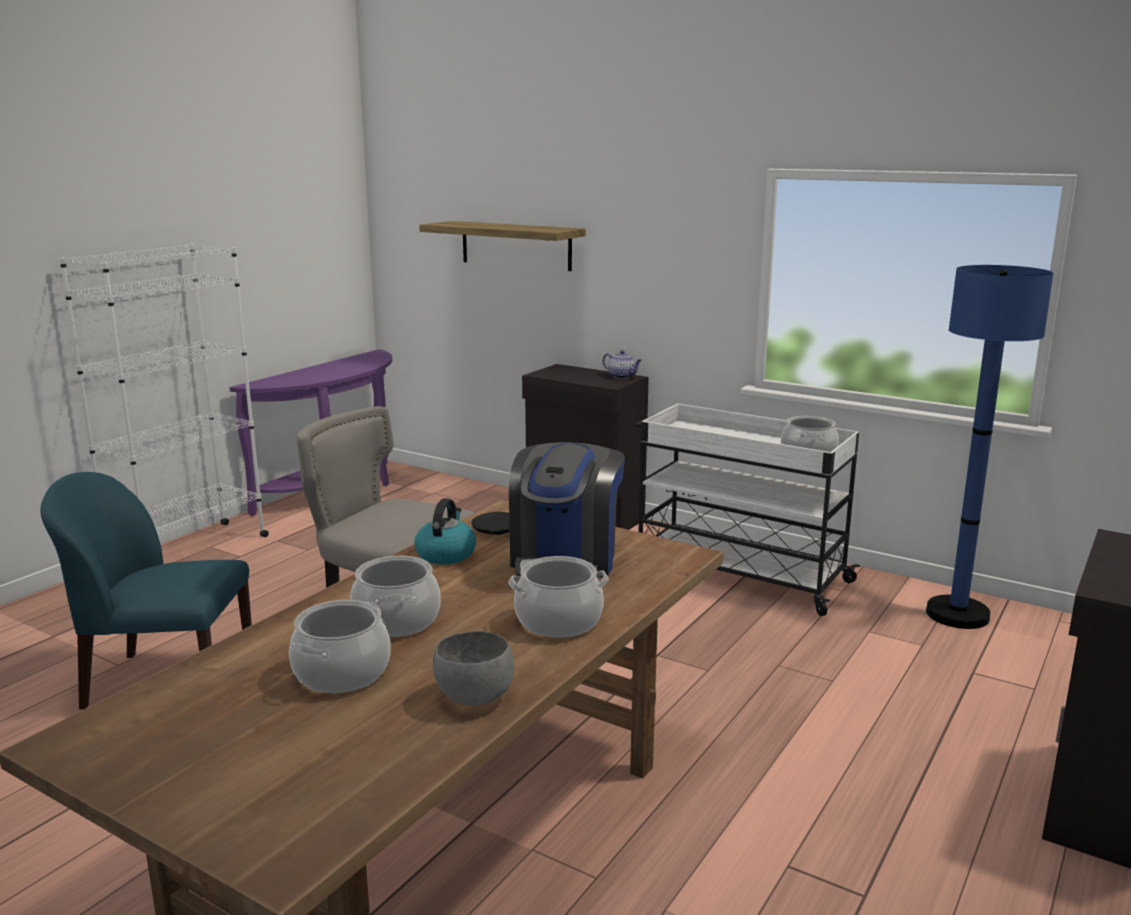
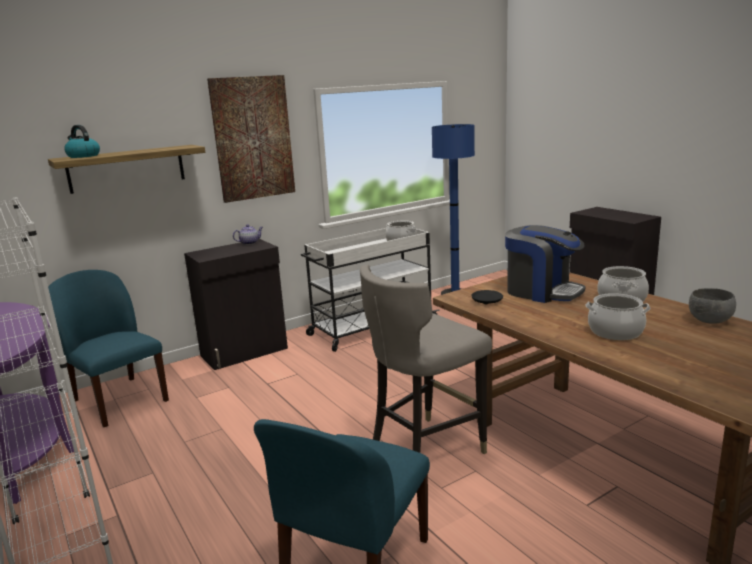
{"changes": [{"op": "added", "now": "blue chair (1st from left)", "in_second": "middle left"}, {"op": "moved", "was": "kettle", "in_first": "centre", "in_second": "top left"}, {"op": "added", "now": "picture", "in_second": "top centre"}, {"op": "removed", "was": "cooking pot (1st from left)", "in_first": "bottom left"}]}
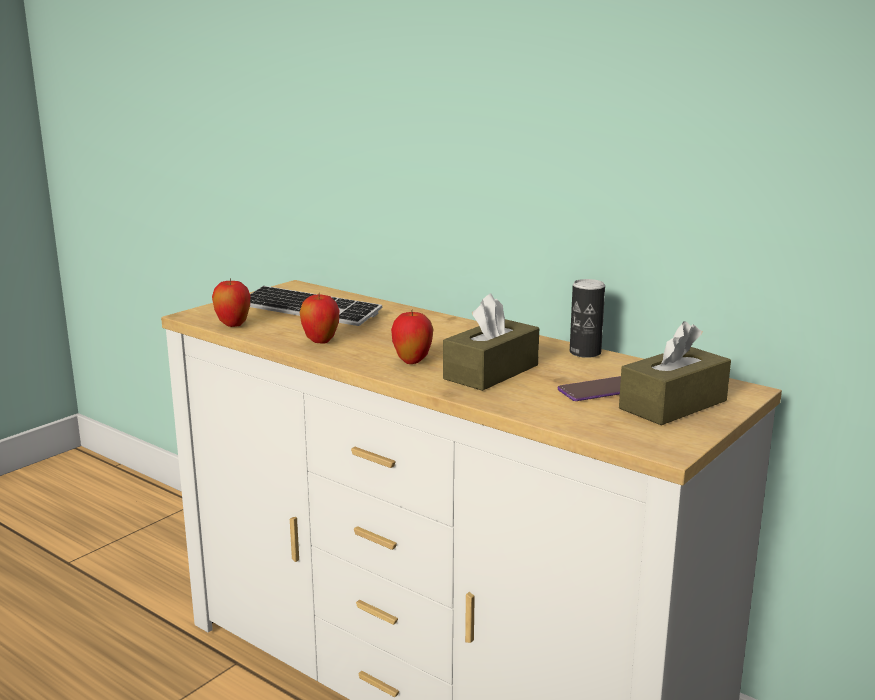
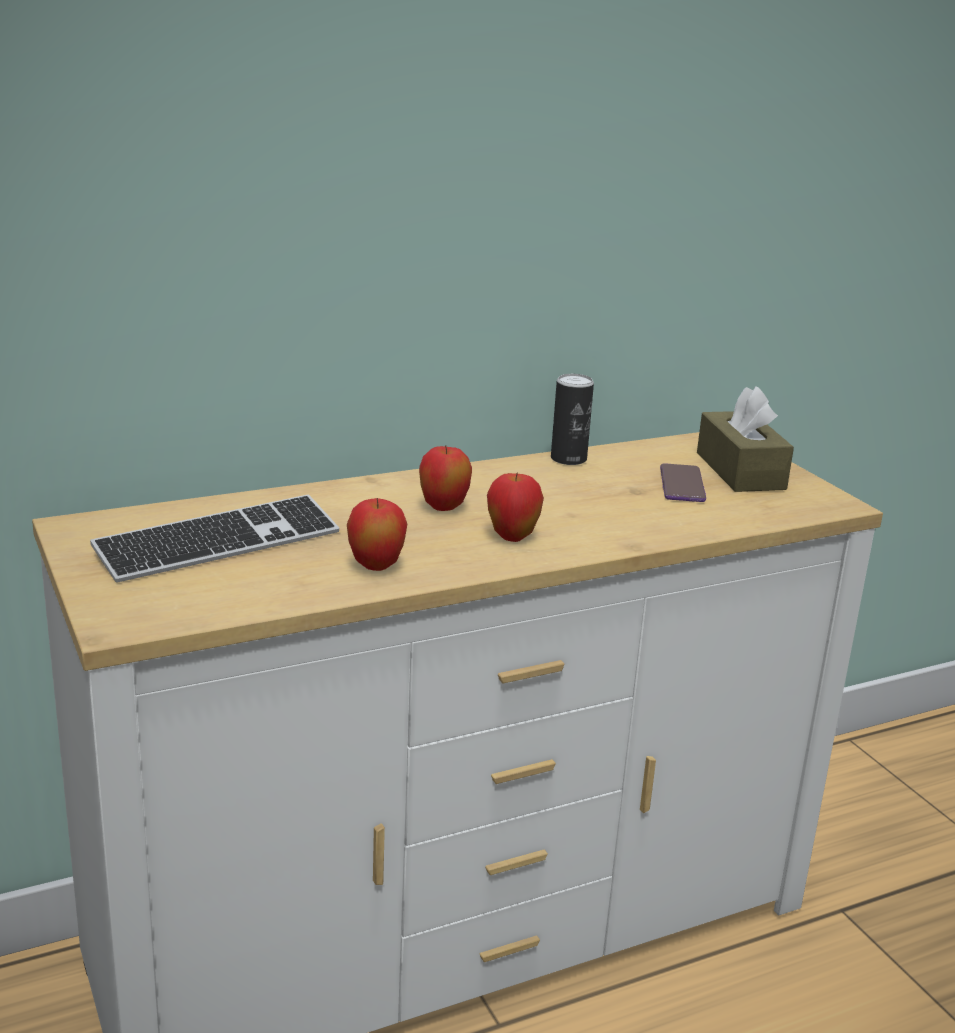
{"changes": [{"op": "moved", "was": "apple (1st from left in the first image)", "now": "apple (2nd from left)", "in_first": "middle left", "in_second": "centre"}, {"op": "removed", "was": "brown tissue box (1st from left)", "in_first": "centre"}]}
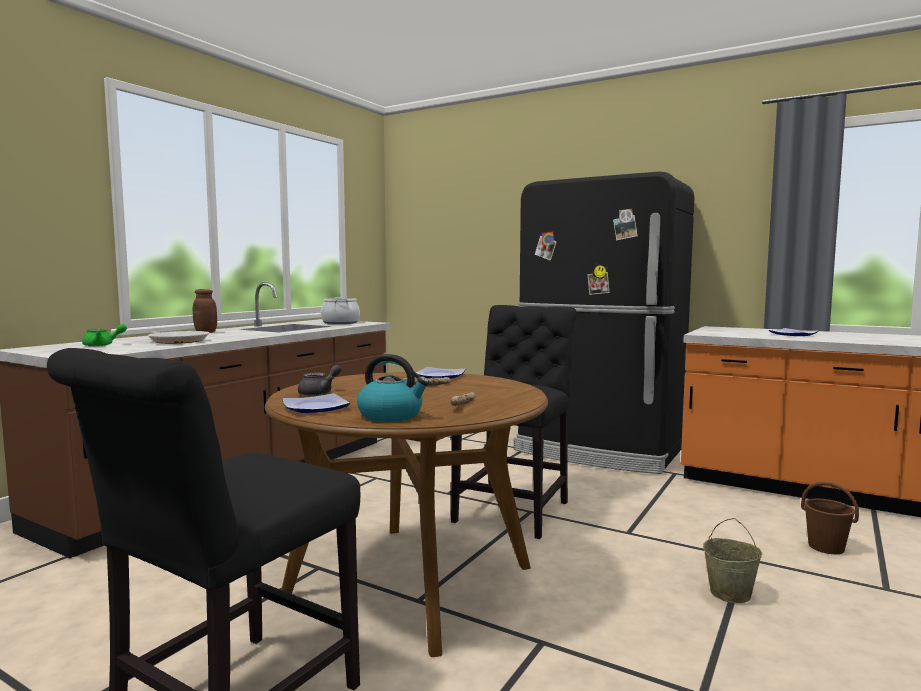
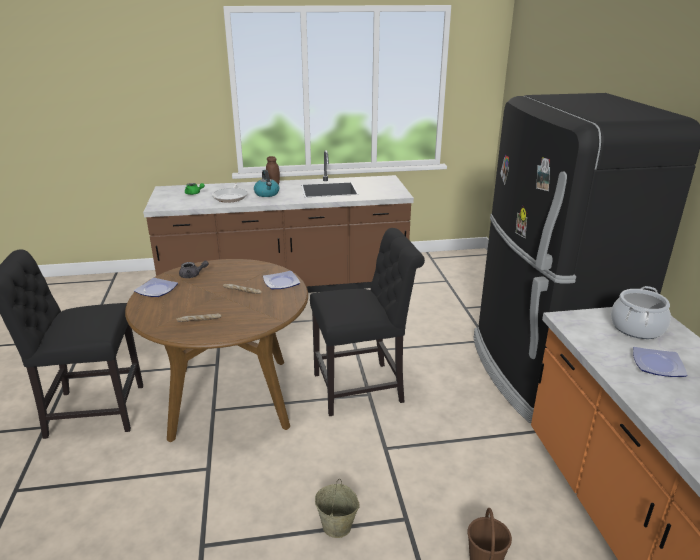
{"changes": [{"op": "moved", "was": "kettle", "in_first": "centre", "in_second": "top centre"}, {"op": "moved", "was": "cooking pot", "in_first": "centre", "in_second": "middle right"}]}
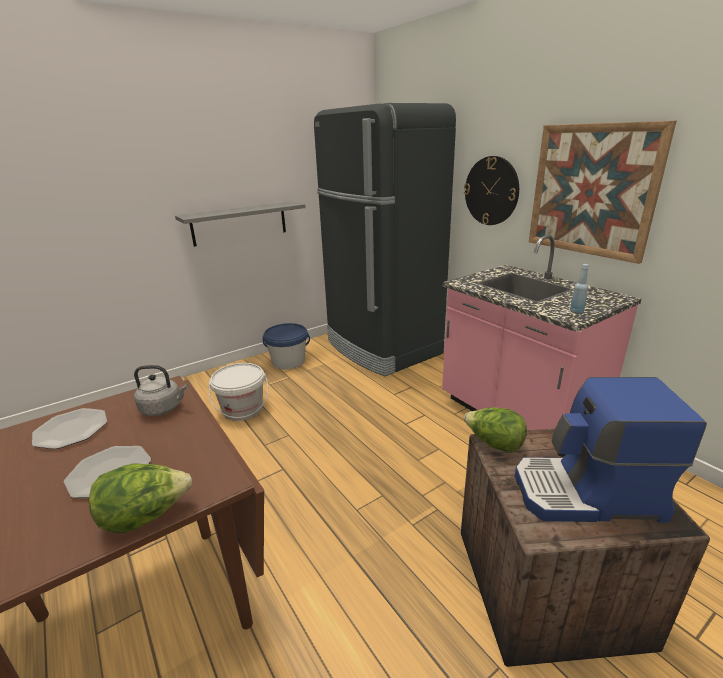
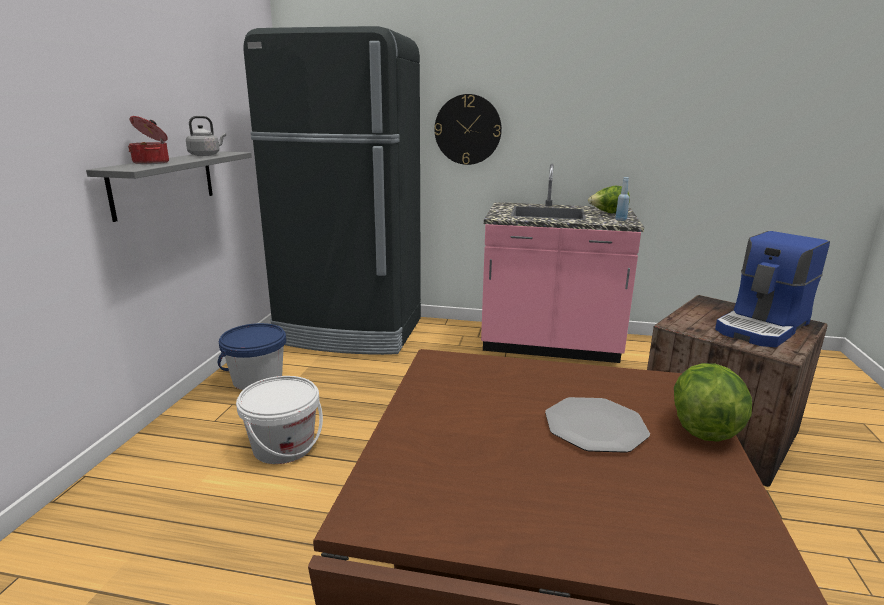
{"changes": [{"op": "added", "now": "cooking pot", "in_second": "top left"}, {"op": "moved", "was": "grey kettle", "in_first": "middle left", "in_second": "top left"}, {"op": "moved", "was": "lettuce (2nd from left in the first image)", "now": "lettuce (1st from left)", "in_first": "middle right", "in_second": "top right"}, {"op": "removed", "was": "plate (1st from left)", "in_first": "middle left"}, {"op": "removed", "was": "picture", "in_first": "top right"}]}
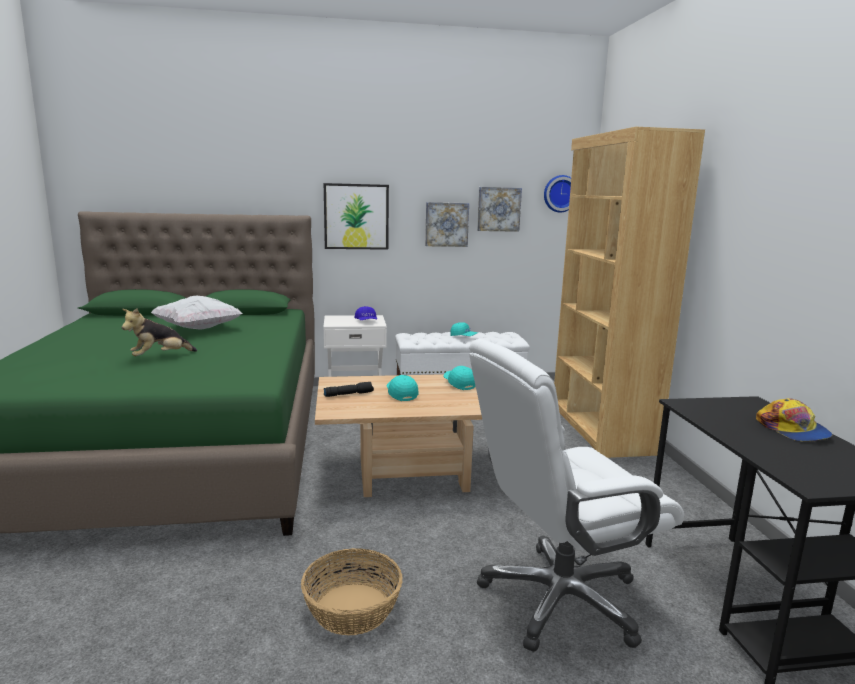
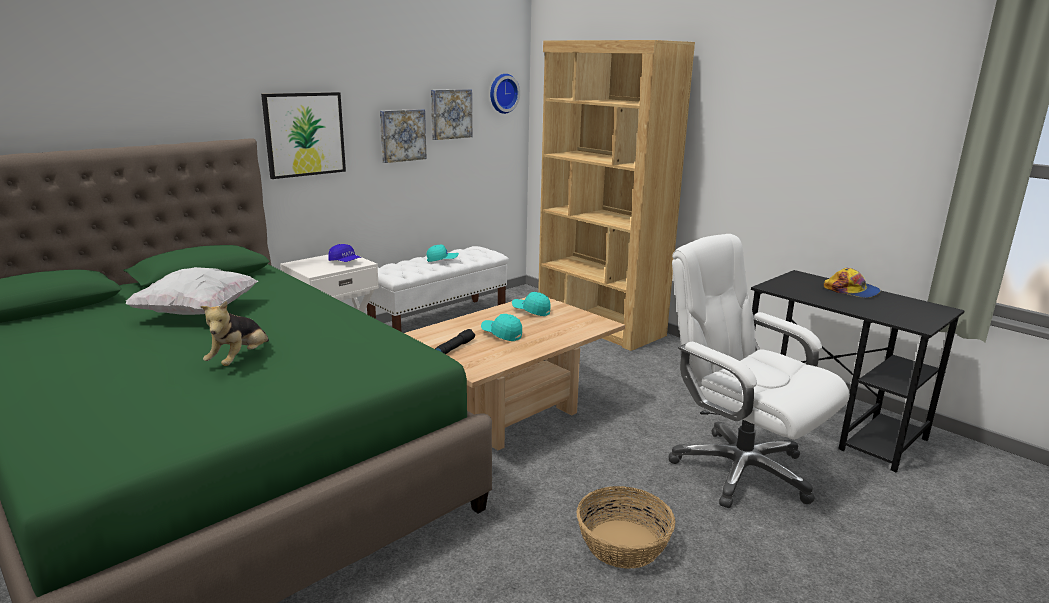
{"changes": [{"op": "turned", "was": "white office chair", "in_first": "bottom right", "in_second": "middle right", "clockwise": 105}]}
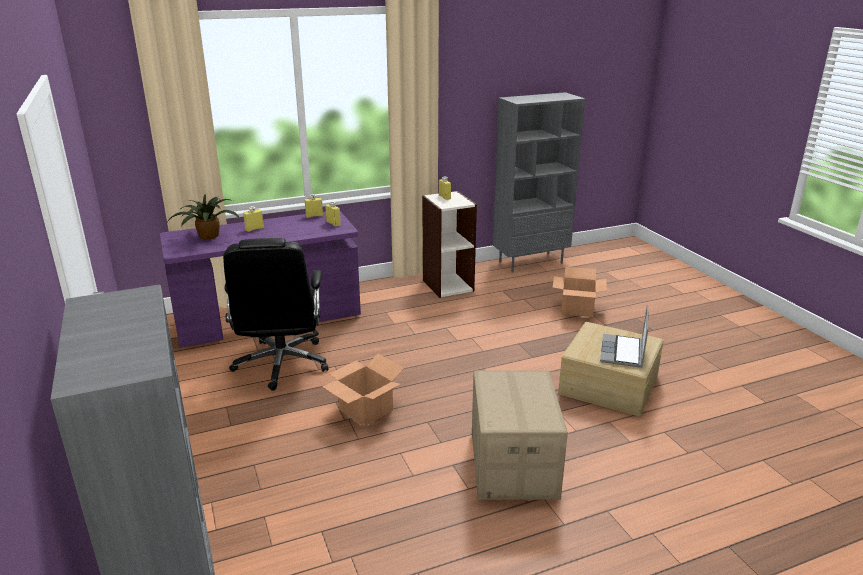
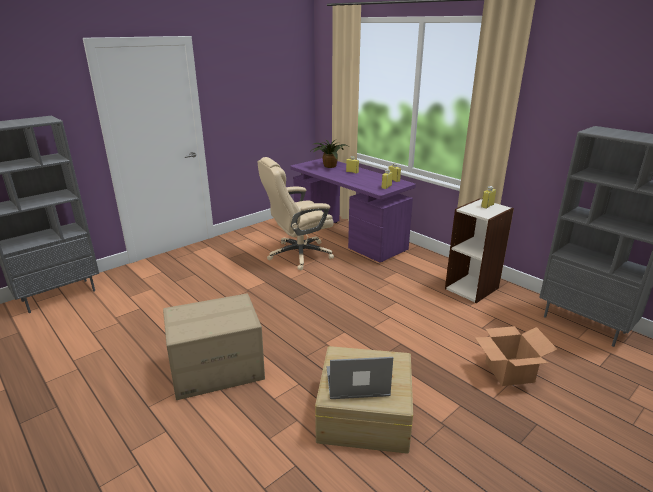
{"changes": [{"op": "recoloured", "was": "black office chair", "now": "beige office chair", "in_first": "middle left", "in_second": "centre"}, {"op": "removed", "was": "cardboard box (1st from left)", "in_first": "bottom centre"}]}
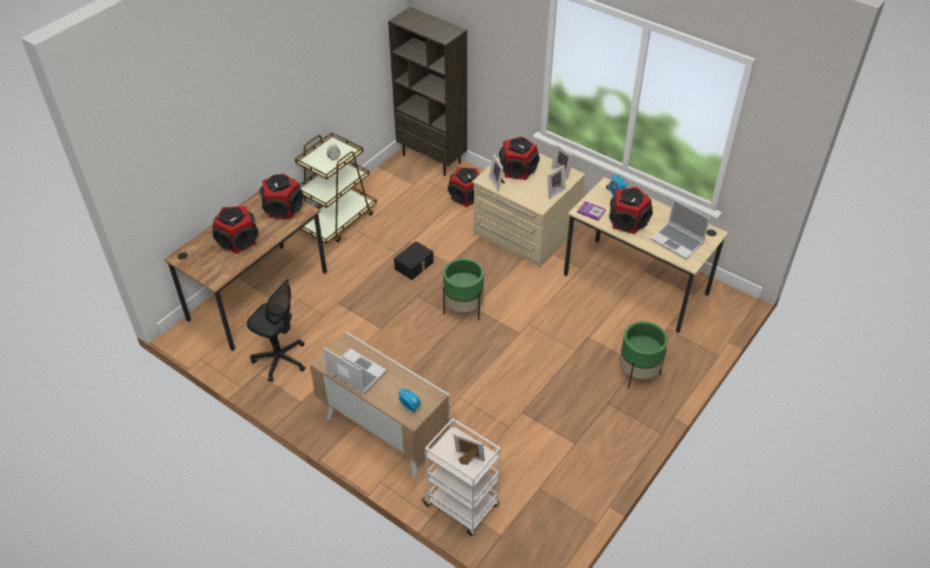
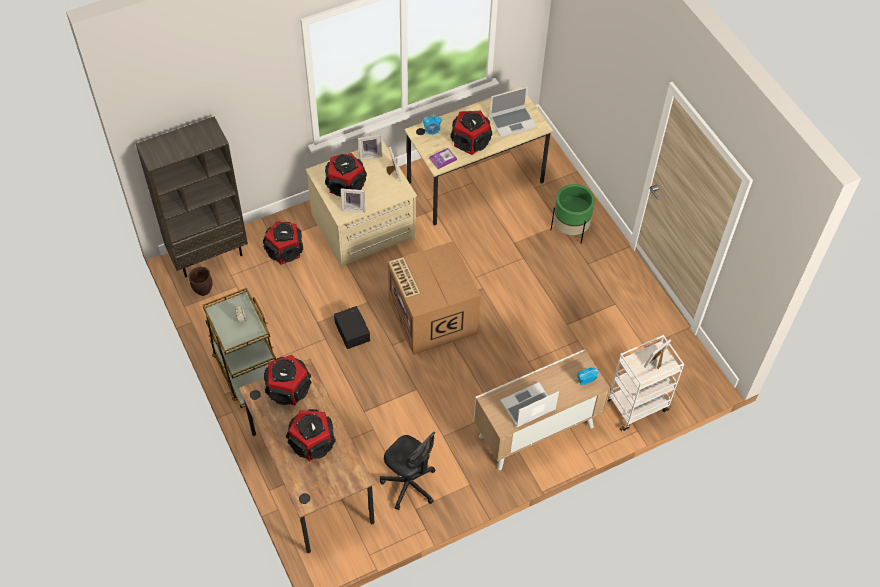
{"changes": [{"op": "added", "now": "brown planter", "in_second": "middle left"}, {"op": "turned", "was": "black office chair", "in_first": "middle left", "in_second": "bottom centre", "clockwise": 75}, {"op": "replaced", "was": "green planter (1st from left)", "now": "cardboard box", "in_first": "centre", "in_second": "centre"}]}
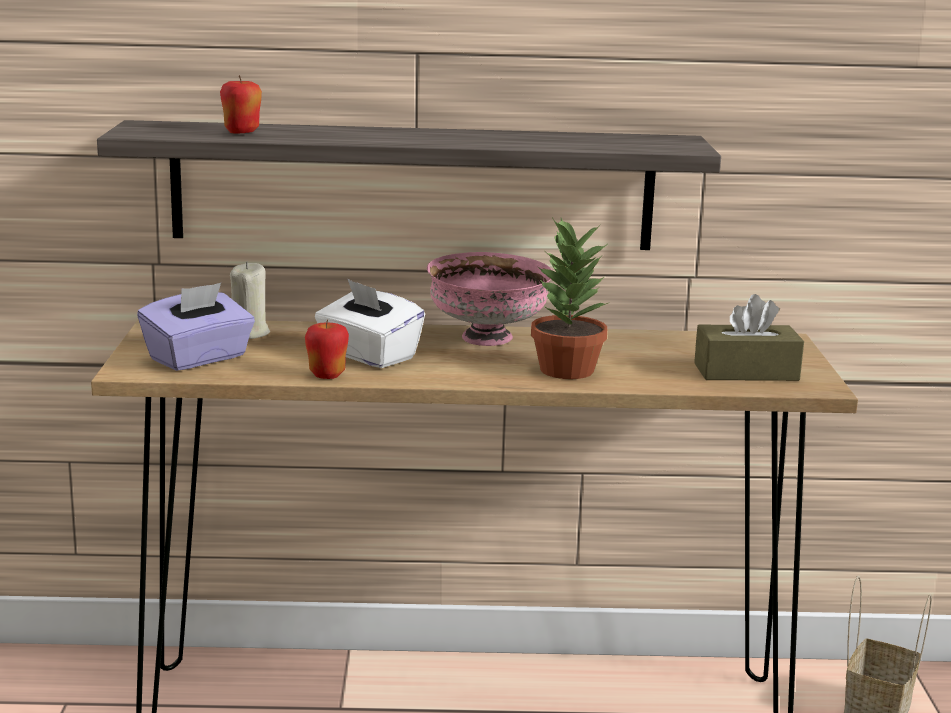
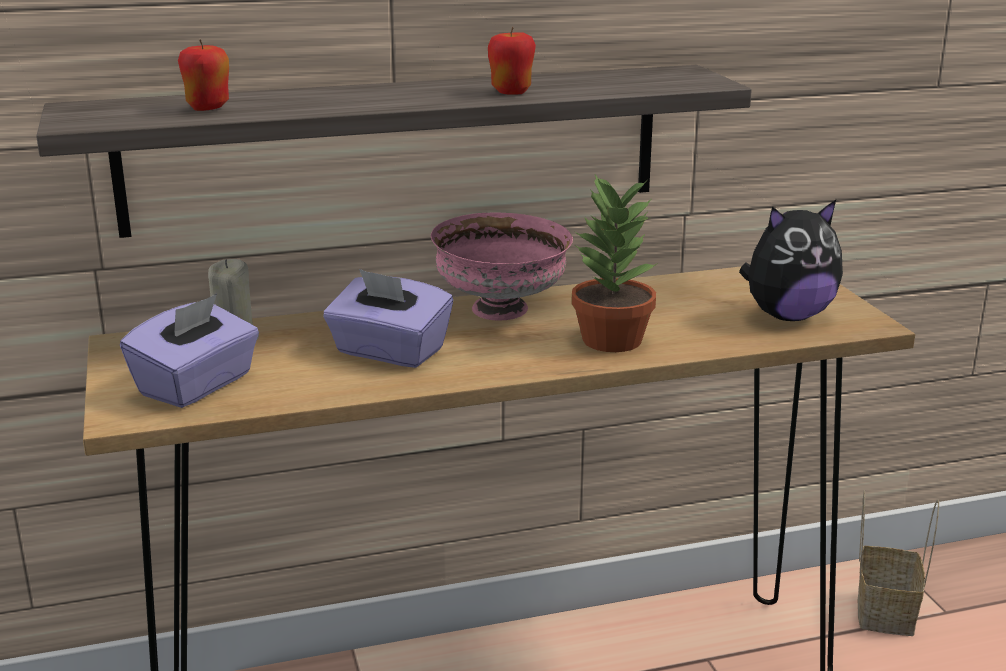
{"changes": [{"op": "recoloured", "was": "white tissue box", "now": "purple tissue box (2nd from left)", "in_first": "centre", "in_second": "centre"}, {"op": "moved", "was": "apple (2nd from left)", "in_first": "centre", "in_second": "top centre"}, {"op": "replaced", "was": "brown tissue box", "now": "plush toy", "in_first": "middle right", "in_second": "middle right"}]}
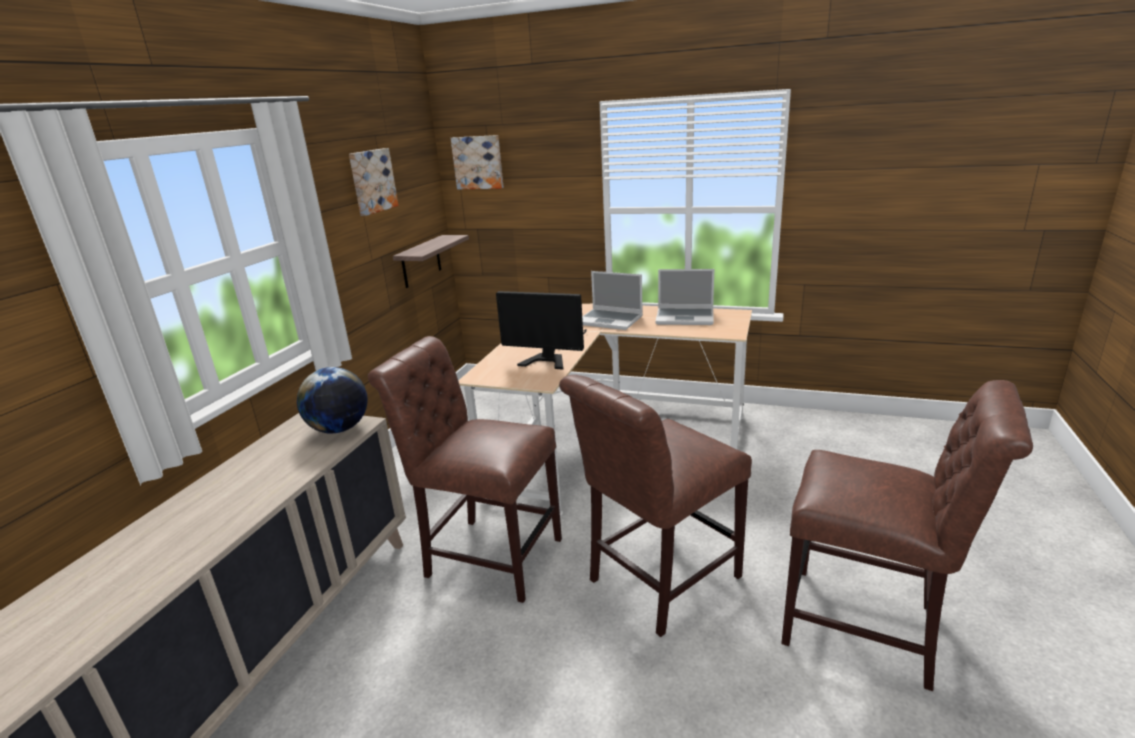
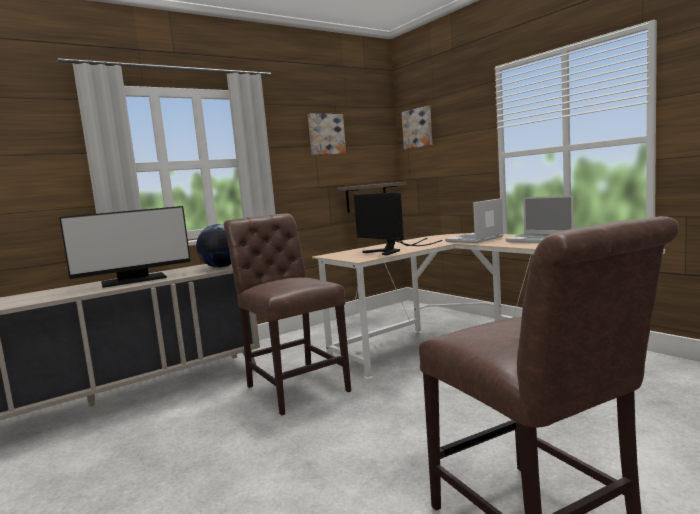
{"changes": [{"op": "added", "now": "monitor (1st from left)", "in_second": "middle left"}, {"op": "turned", "was": "laptop (1st from left)", "in_first": "centre", "in_second": "middle right", "clockwise": 75}, {"op": "removed", "was": "brown chair (2nd from left)", "in_first": "bottom centre"}]}
